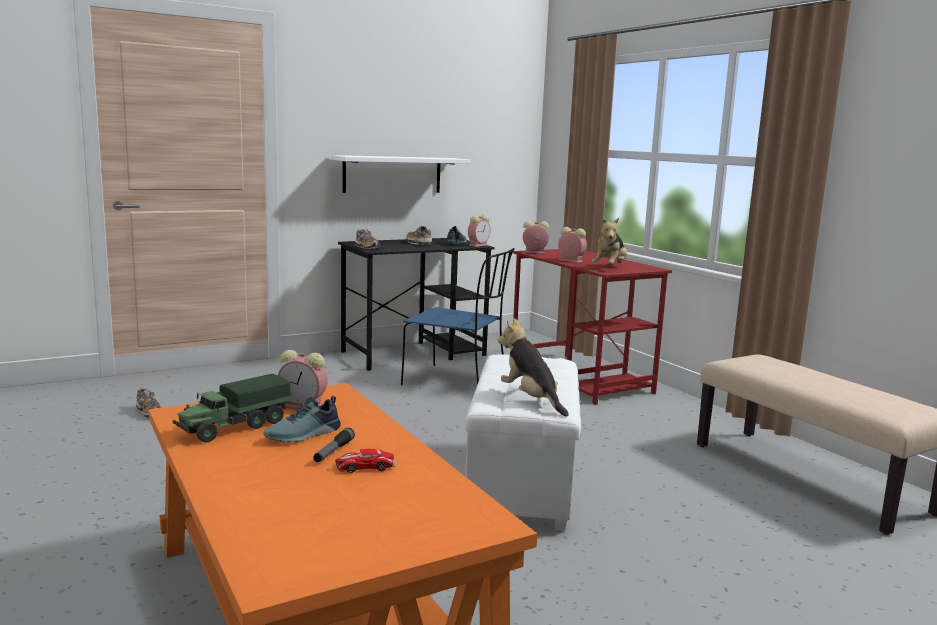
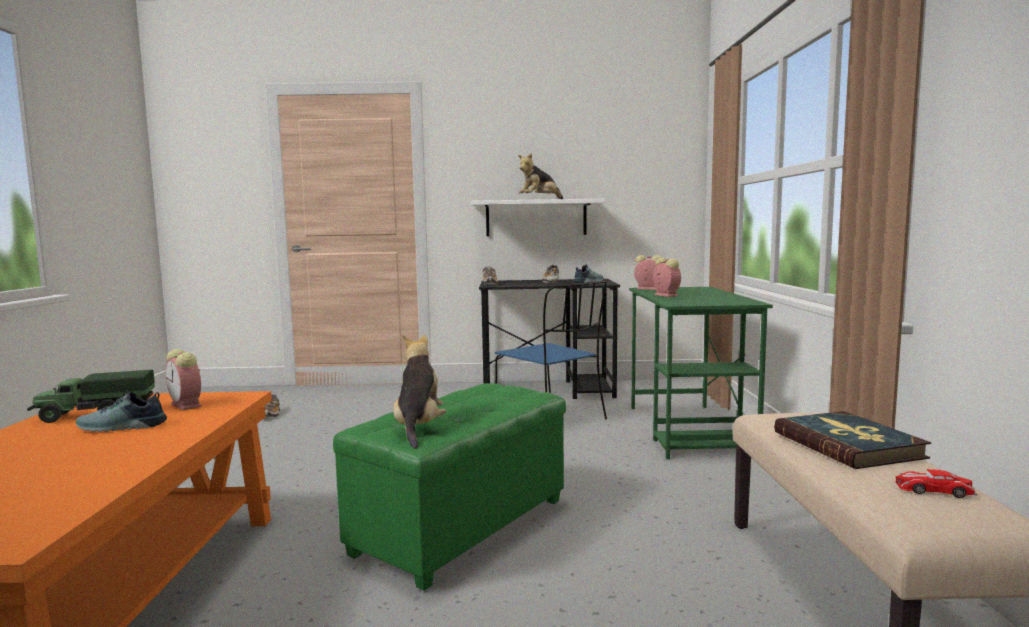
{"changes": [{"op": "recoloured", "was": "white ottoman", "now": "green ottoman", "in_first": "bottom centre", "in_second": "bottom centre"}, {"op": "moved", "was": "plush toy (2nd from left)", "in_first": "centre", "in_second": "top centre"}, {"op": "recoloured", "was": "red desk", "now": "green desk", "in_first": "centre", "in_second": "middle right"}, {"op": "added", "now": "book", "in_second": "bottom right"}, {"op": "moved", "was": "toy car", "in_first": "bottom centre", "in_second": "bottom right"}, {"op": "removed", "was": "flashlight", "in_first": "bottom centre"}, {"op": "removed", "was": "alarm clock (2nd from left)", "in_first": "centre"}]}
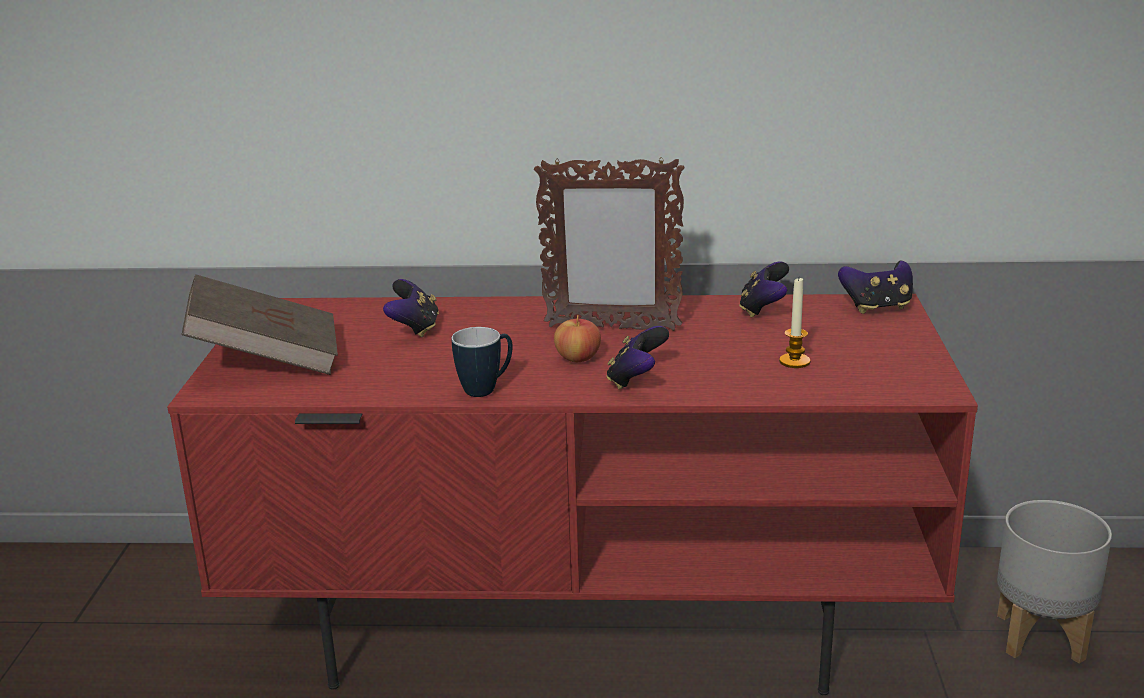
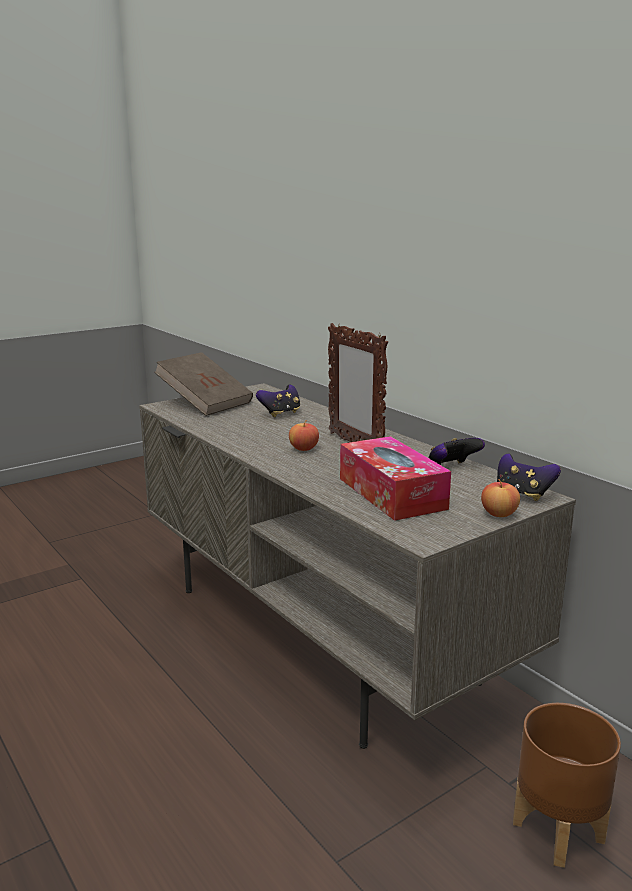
{"changes": [{"op": "recoloured", "was": "red tv stand", "now": "grey tv stand", "in_first": "bottom centre", "in_second": "centre"}, {"op": "replaced", "was": "candle", "now": "tissue box", "in_first": "middle right", "in_second": "centre"}, {"op": "added", "now": "apple (2nd from left)", "in_second": "middle right"}, {"op": "recoloured", "was": "grey planter", "now": "brown planter", "in_first": "bottom right", "in_second": "bottom right"}, {"op": "removed", "was": "mug", "in_first": "centre"}, {"op": "removed", "was": "game controller (2nd from left)", "in_first": "centre"}]}
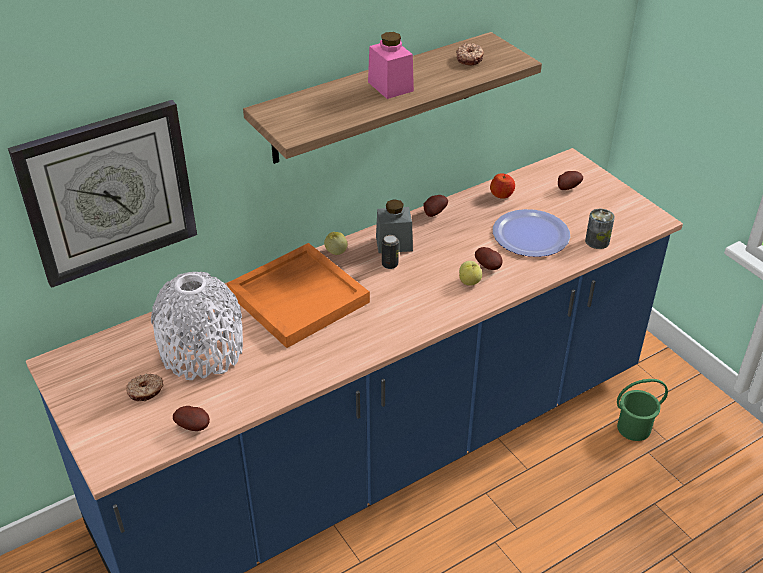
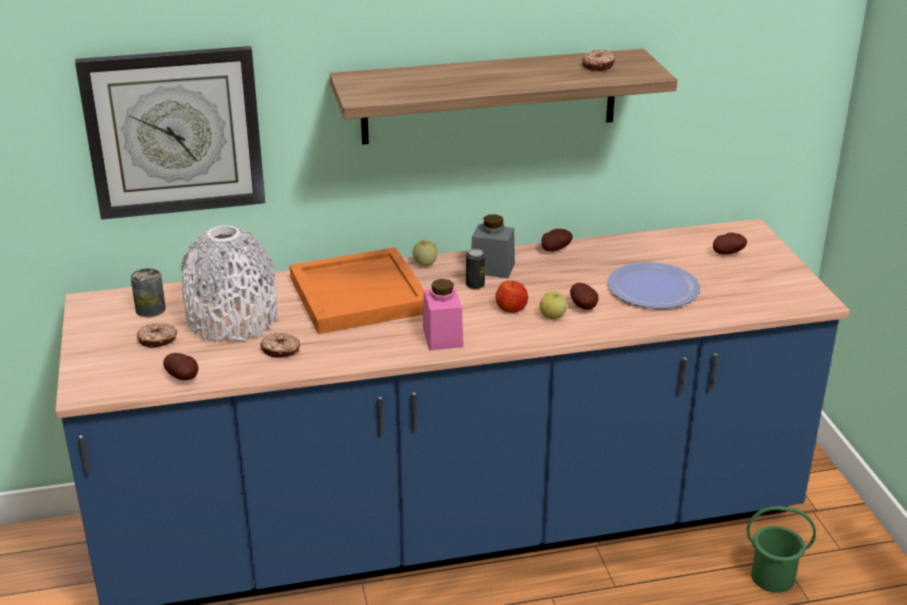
{"changes": [{"op": "moved", "was": "can (2nd from left in the first image)", "now": "can (1st from left)", "in_first": "middle right", "in_second": "middle left"}, {"op": "added", "now": "donut (2nd from left)", "in_second": "middle left"}, {"op": "moved", "was": "pink jar", "in_first": "top centre", "in_second": "centre"}, {"op": "moved", "was": "apple (3rd from left in the first image)", "now": "apple (2nd from left)", "in_first": "top centre", "in_second": "centre"}]}
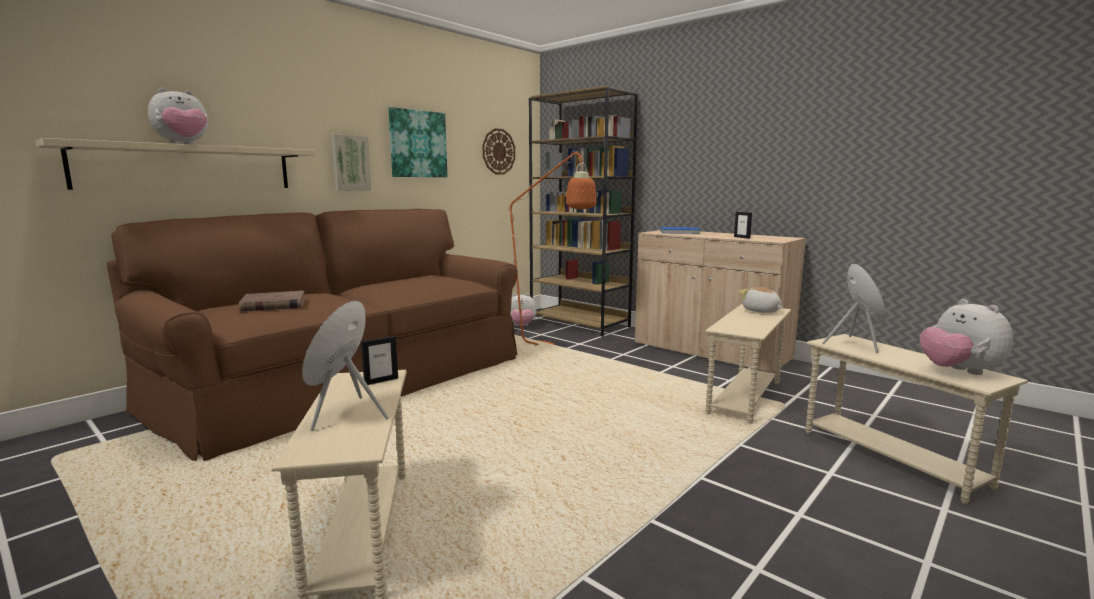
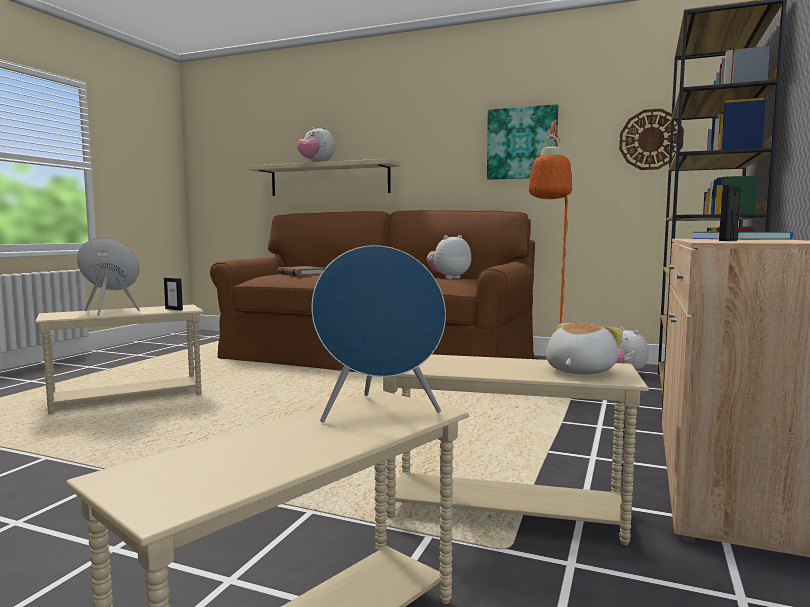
{"changes": [{"op": "moved", "was": "plush toy (4th from left in the first image)", "now": "plush toy (2nd from left)", "in_first": "middle right", "in_second": "centre"}, {"op": "removed", "was": "picture (1st from left)", "in_first": "top left"}]}
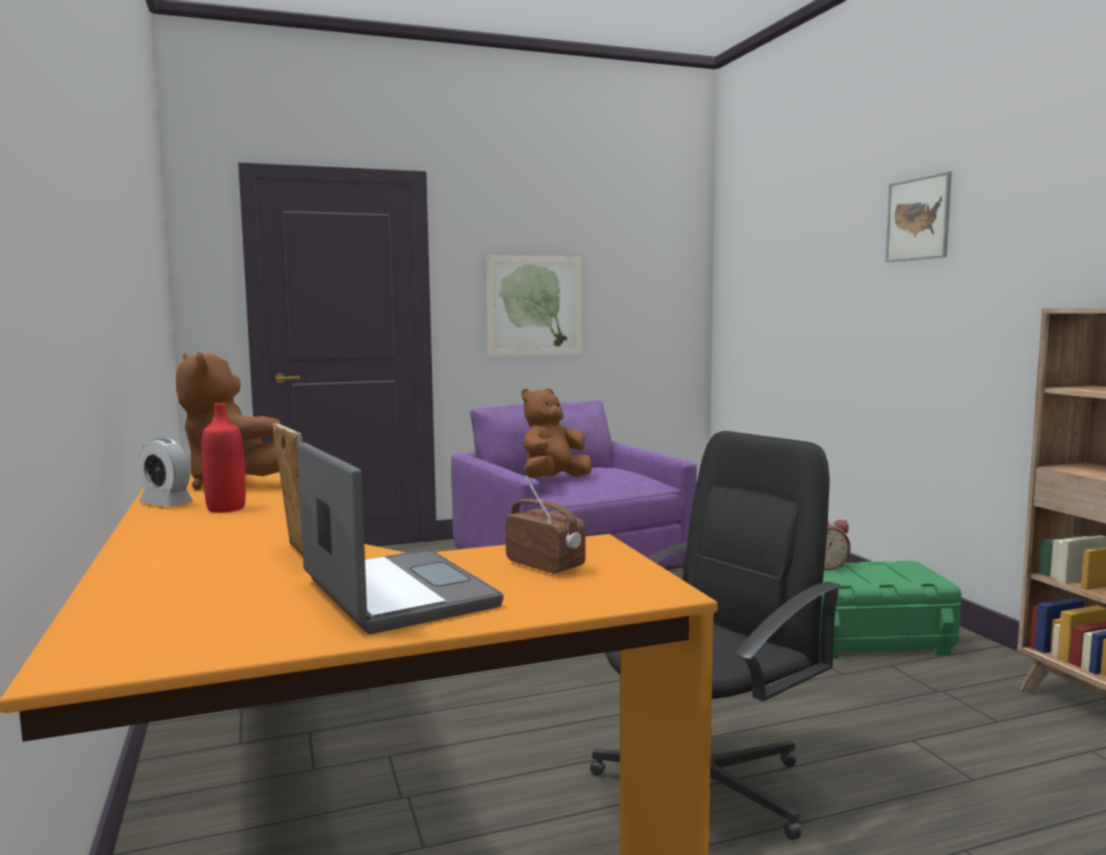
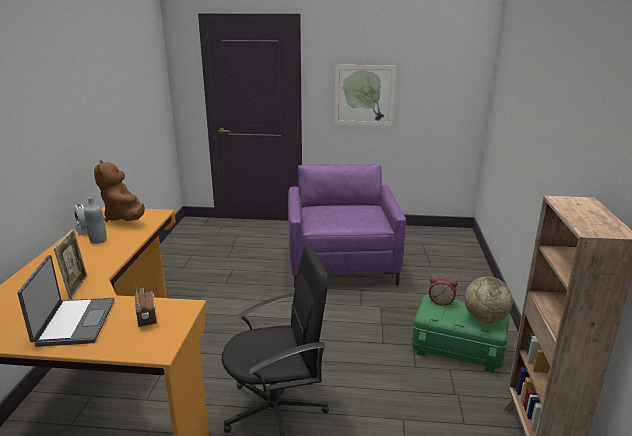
{"changes": [{"op": "recoloured", "was": "red bottle", "now": "grey bottle", "in_first": "middle left", "in_second": "middle left"}, {"op": "added", "now": "globe", "in_second": "bottom right"}, {"op": "removed", "was": "brown plush toy (2nd from left)", "in_first": "centre"}, {"op": "removed", "was": "picture (2nd from left)", "in_first": "top right"}]}
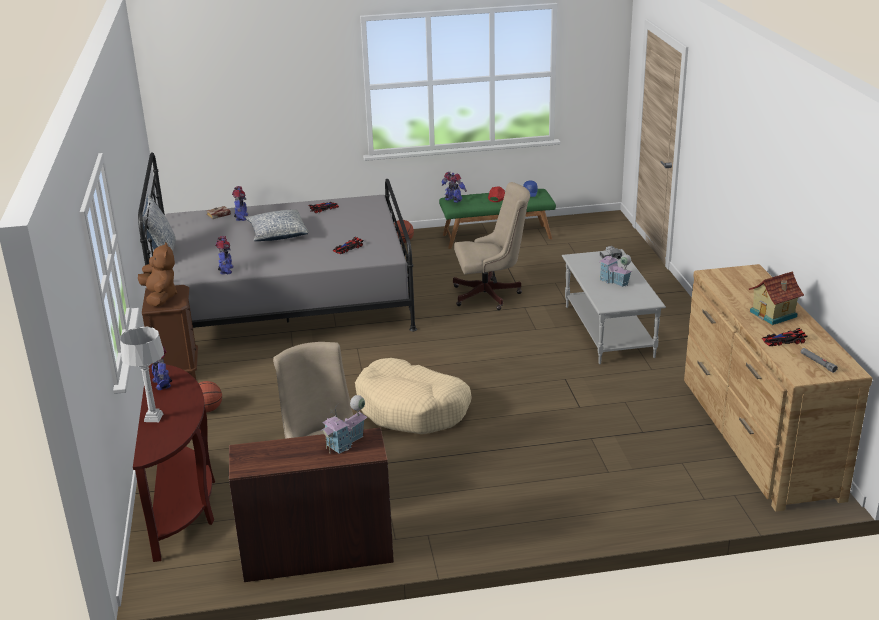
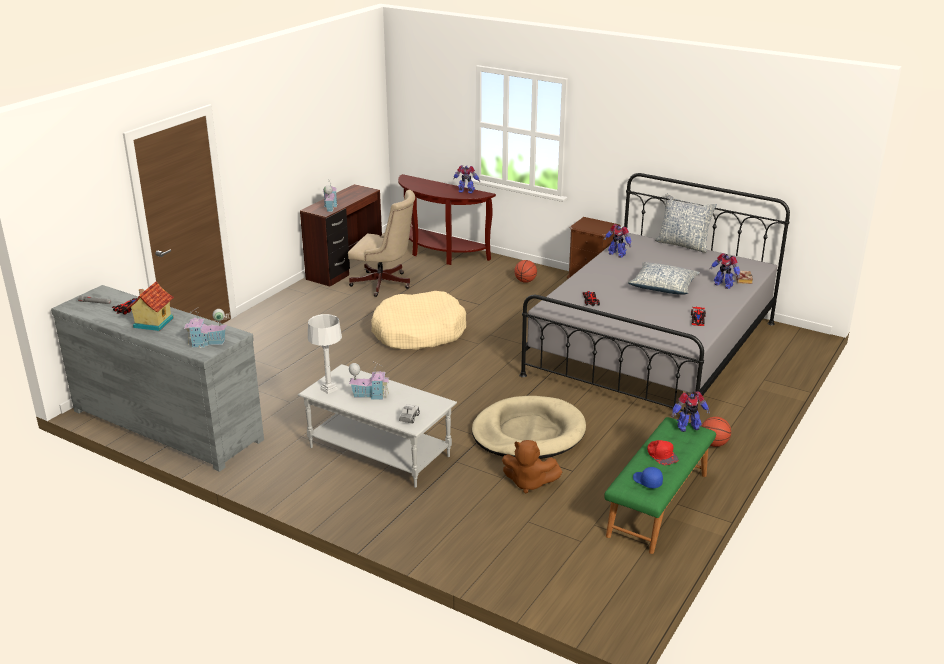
{"changes": [{"op": "recoloured", "was": "brown dresser", "now": "grey dresser", "in_first": "middle right", "in_second": "middle left"}, {"op": "added", "now": "toy house (2nd from left)", "in_second": "middle left"}, {"op": "moved", "was": "grey table lamp", "in_first": "middle left", "in_second": "centre"}, {"op": "replaced", "was": "beige office chair (2nd from left)", "now": "beige dog bed (2nd from left)", "in_first": "centre", "in_second": "centre"}, {"op": "moved", "was": "brown plush toy", "in_first": "middle left", "in_second": "bottom centre"}]}
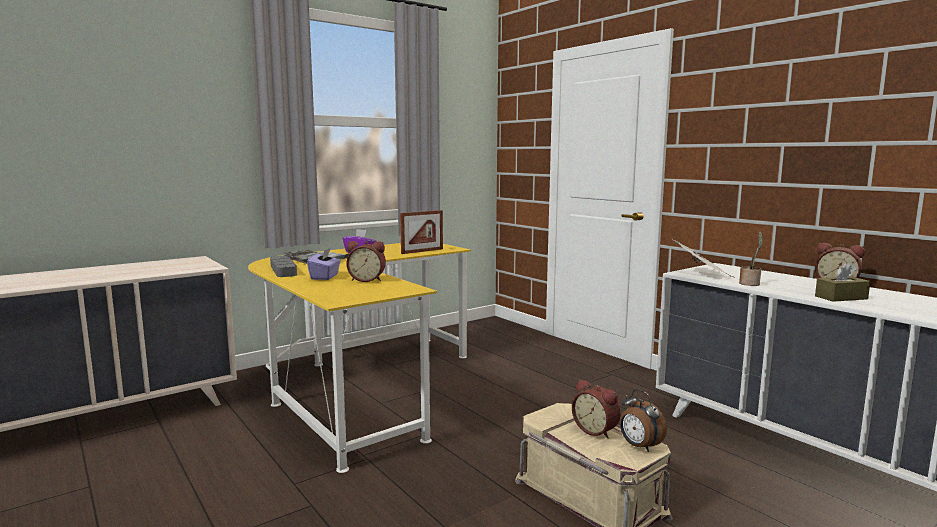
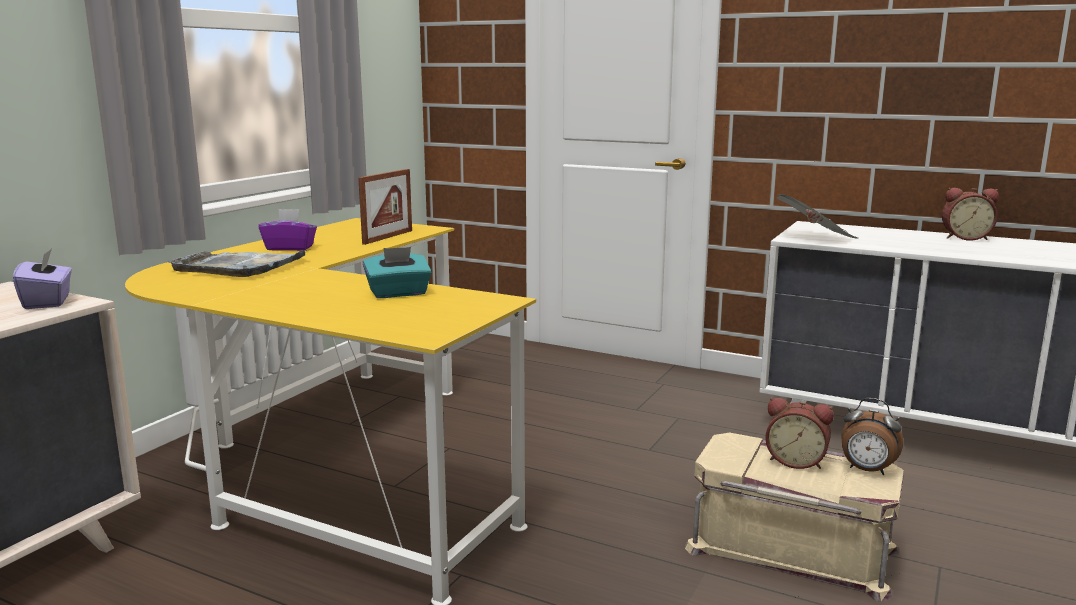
{"changes": [{"op": "moved", "was": "purple tissue box (1st from left)", "in_first": "centre", "in_second": "middle left"}, {"op": "replaced", "was": "alarm clock (1st from left)", "now": "turquoise tissue box", "in_first": "centre", "in_second": "centre"}, {"op": "removed", "was": "grey tray (1st from left)", "in_first": "middle left"}, {"op": "removed", "was": "potted plant", "in_first": "middle right"}, {"op": "removed", "was": "brown tissue box", "in_first": "middle right"}]}
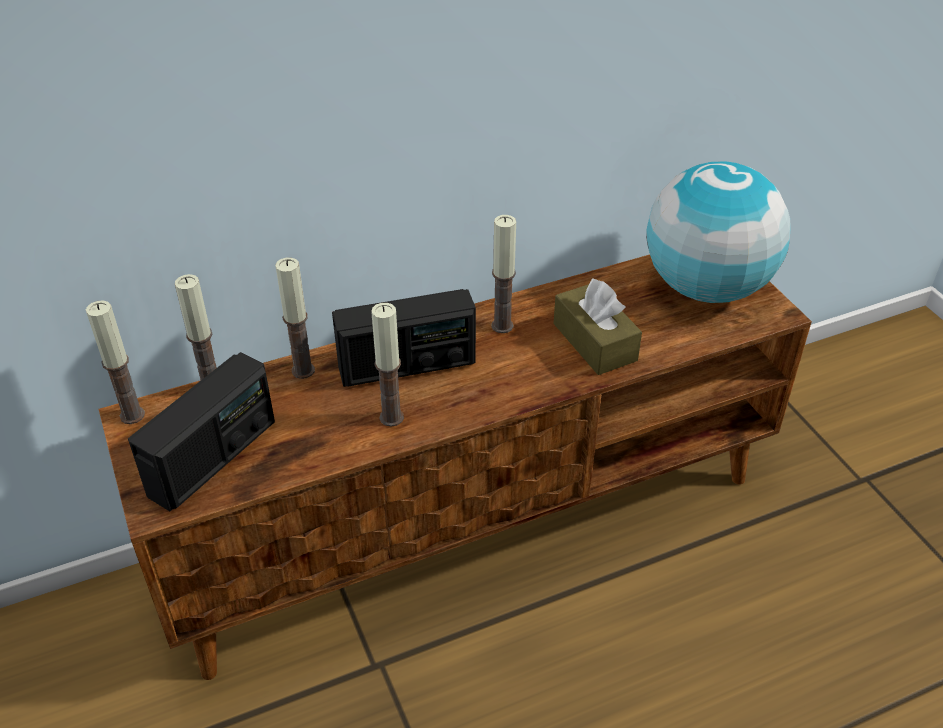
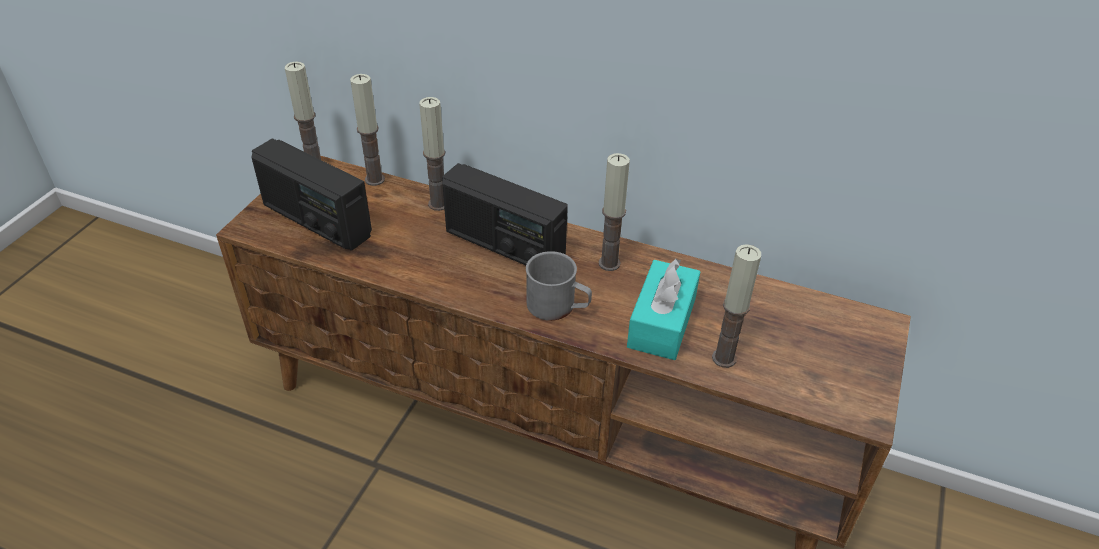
{"changes": [{"op": "turned", "was": "radio (1st from left)", "in_first": "middle left", "in_second": "middle left", "clockwise": 45}, {"op": "added", "now": "grey mug", "in_second": "centre"}, {"op": "recoloured", "was": "brown tissue box", "now": "turquoise tissue box", "in_first": "centre", "in_second": "centre"}, {"op": "moved", "was": "candle (4th from left in the first image)", "now": "candle (5th from left)", "in_first": "centre", "in_second": "middle right"}, {"op": "removed", "was": "globe", "in_first": "top right"}]}
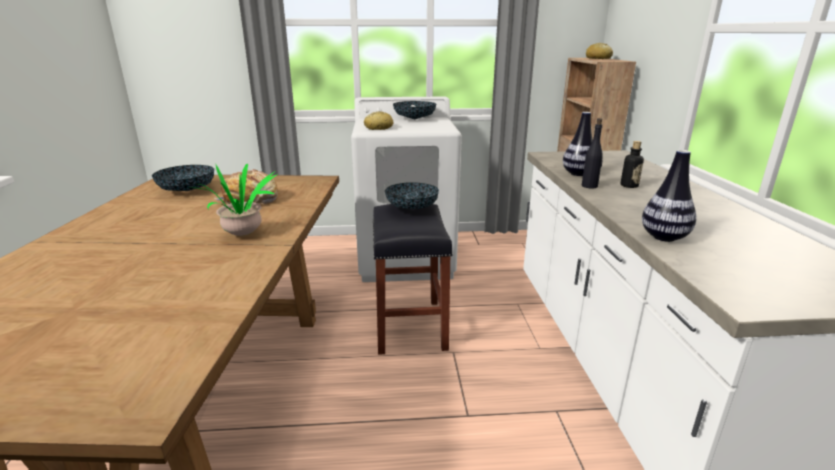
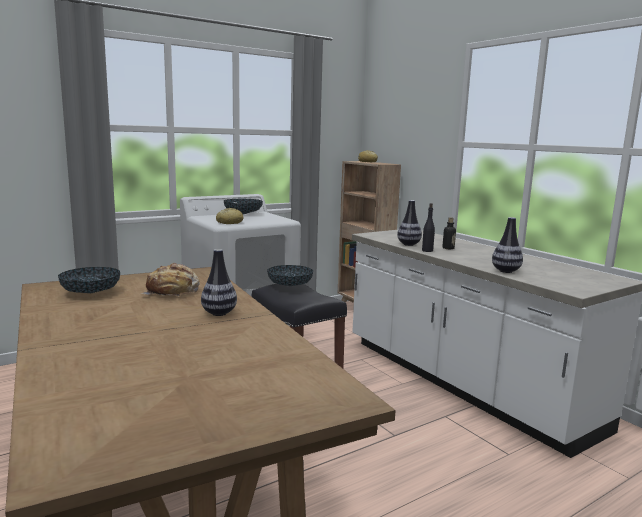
{"changes": [{"op": "replaced", "was": "potted plant", "now": "vase (1st from left)", "in_first": "middle left", "in_second": "centre"}]}
